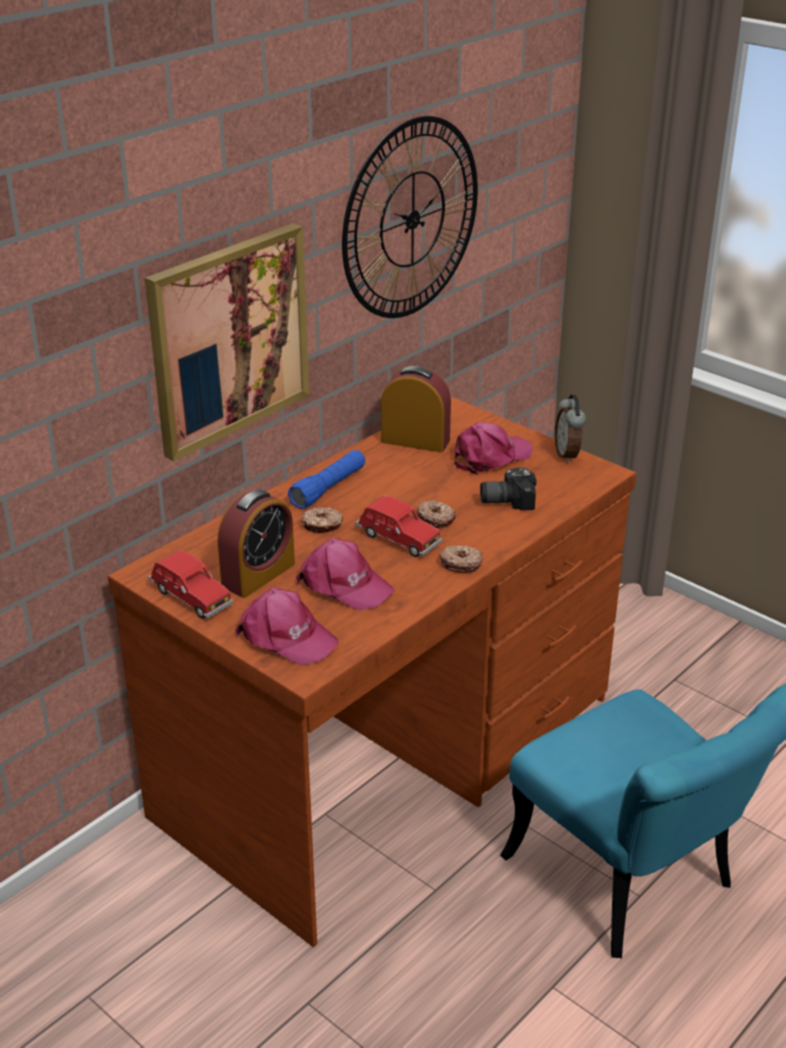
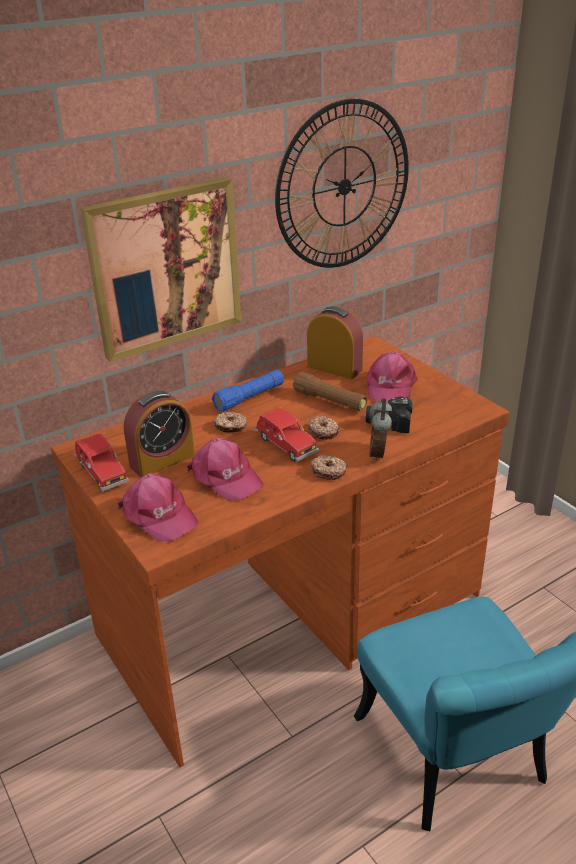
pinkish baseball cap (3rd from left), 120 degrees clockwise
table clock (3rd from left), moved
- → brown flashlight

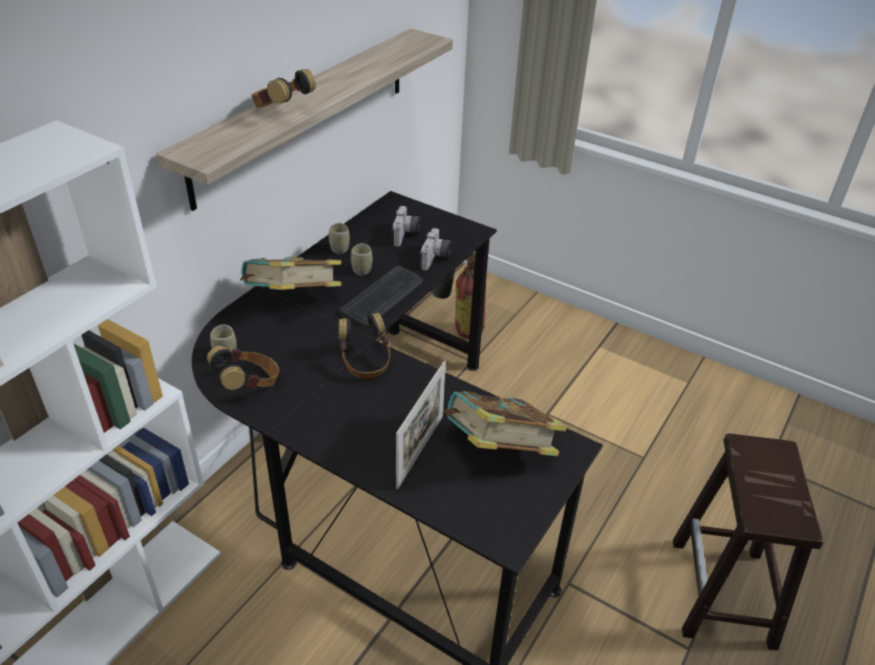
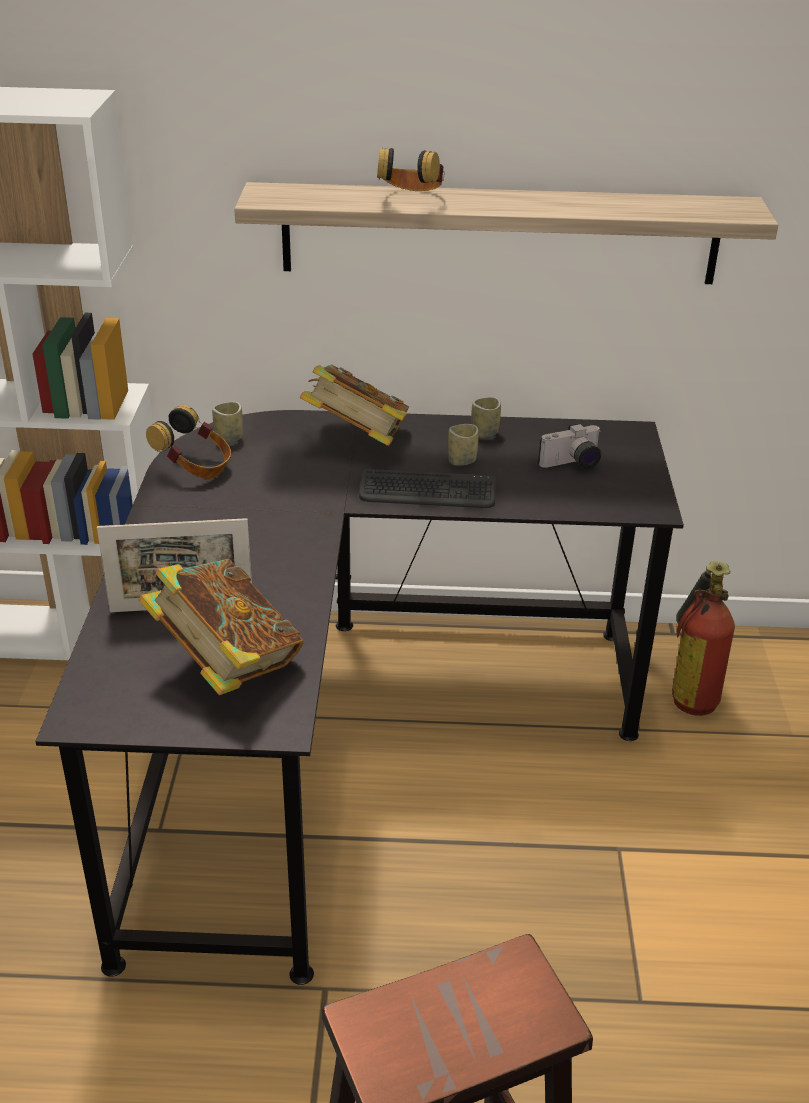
pair of headphones (3rd from left) → -
photo camera (2nd from left) → -

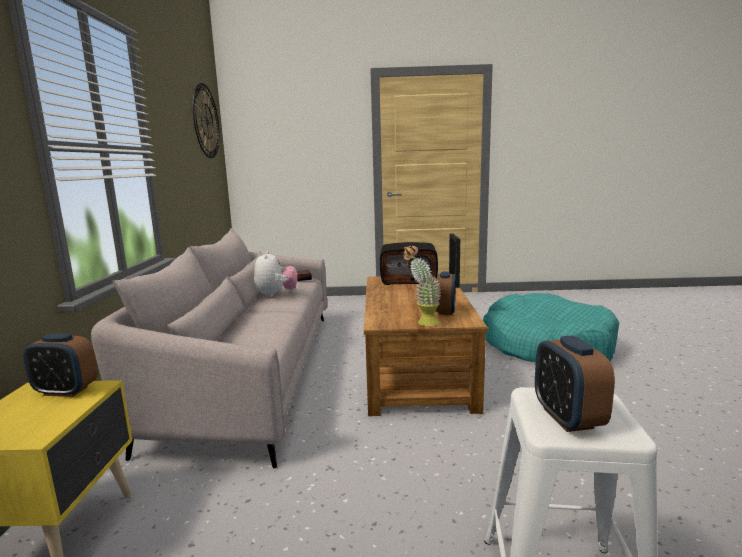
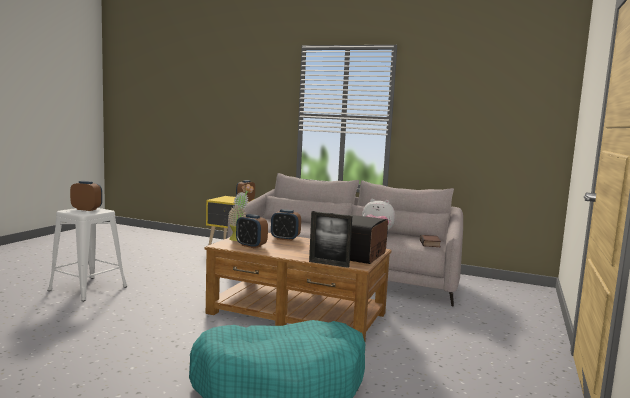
clock on the wall → -
- → table clock (4th from left)

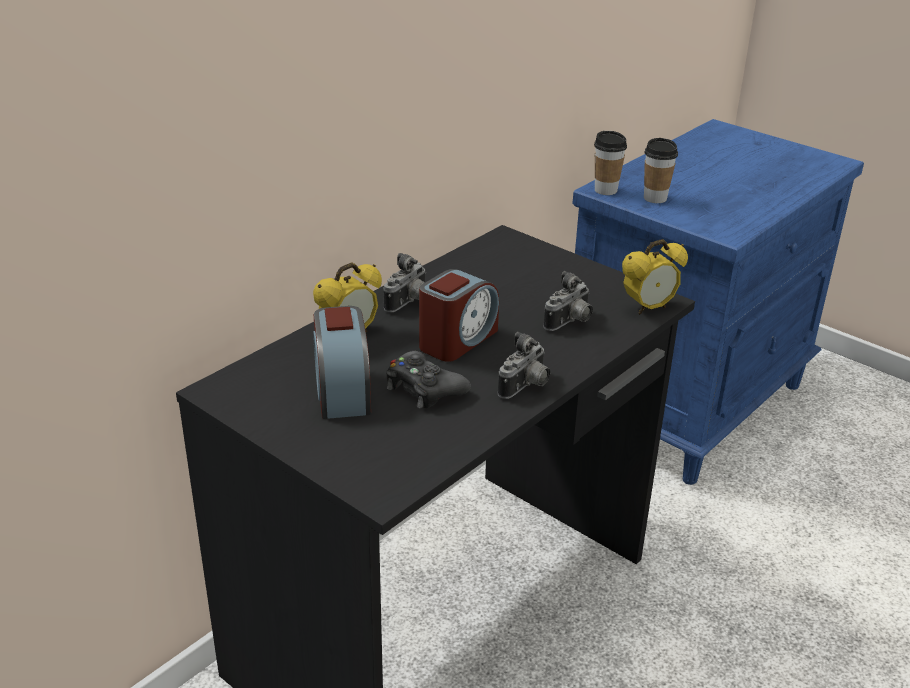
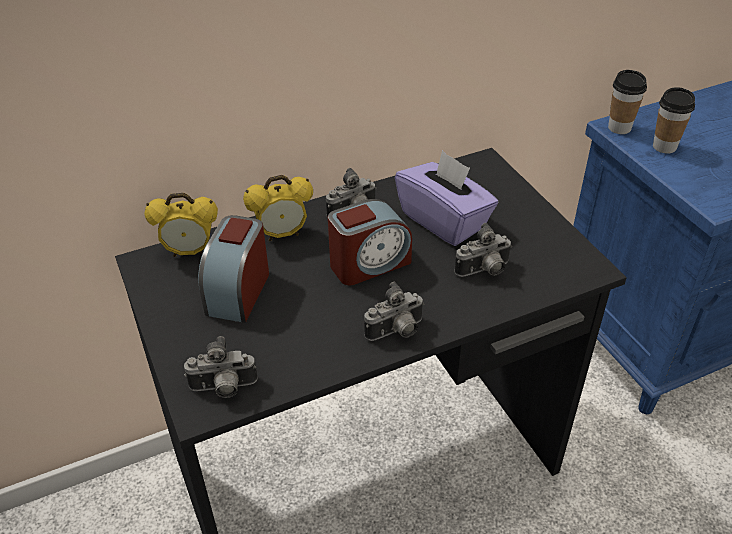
blackish game controller → -
table clock (4th from left in the first image) → table clock (1st from left), moved
- → photo camera (1st from left)
- → purple box of tissues

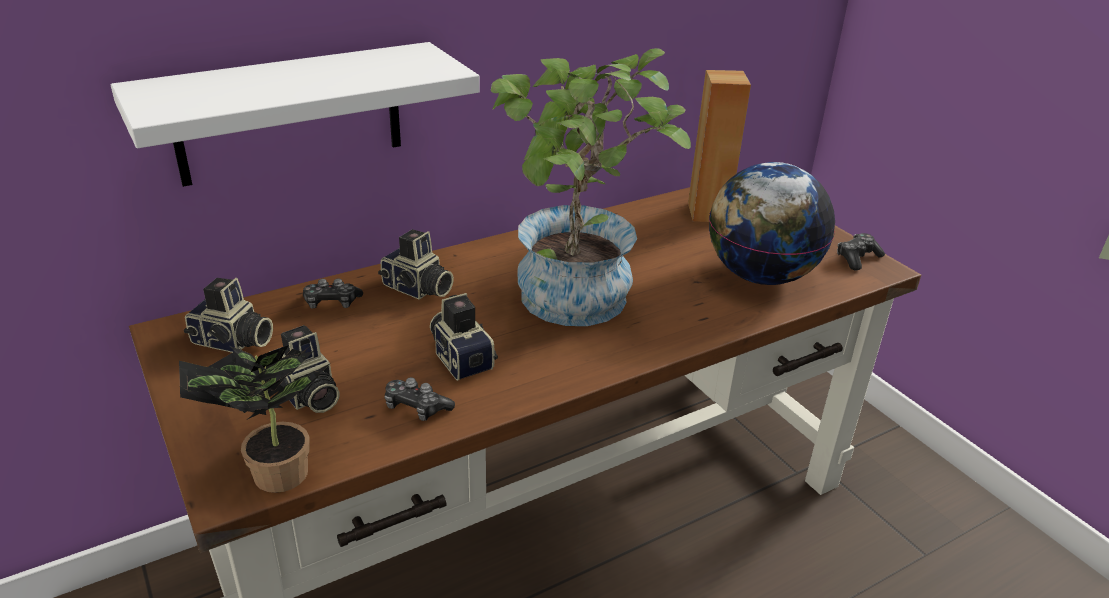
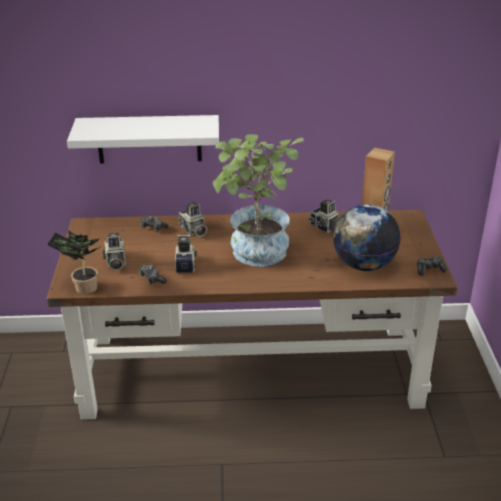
photo camera (1st from left in the first image) → photo camera (4th from left), moved

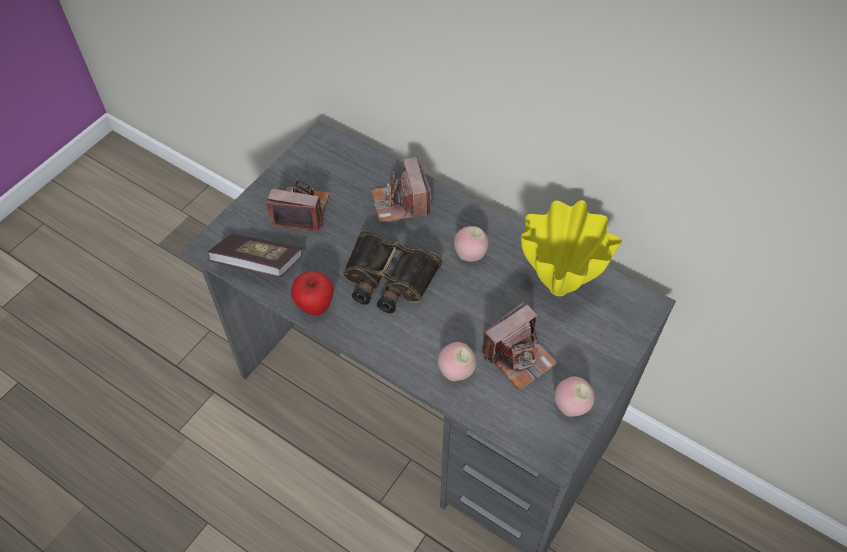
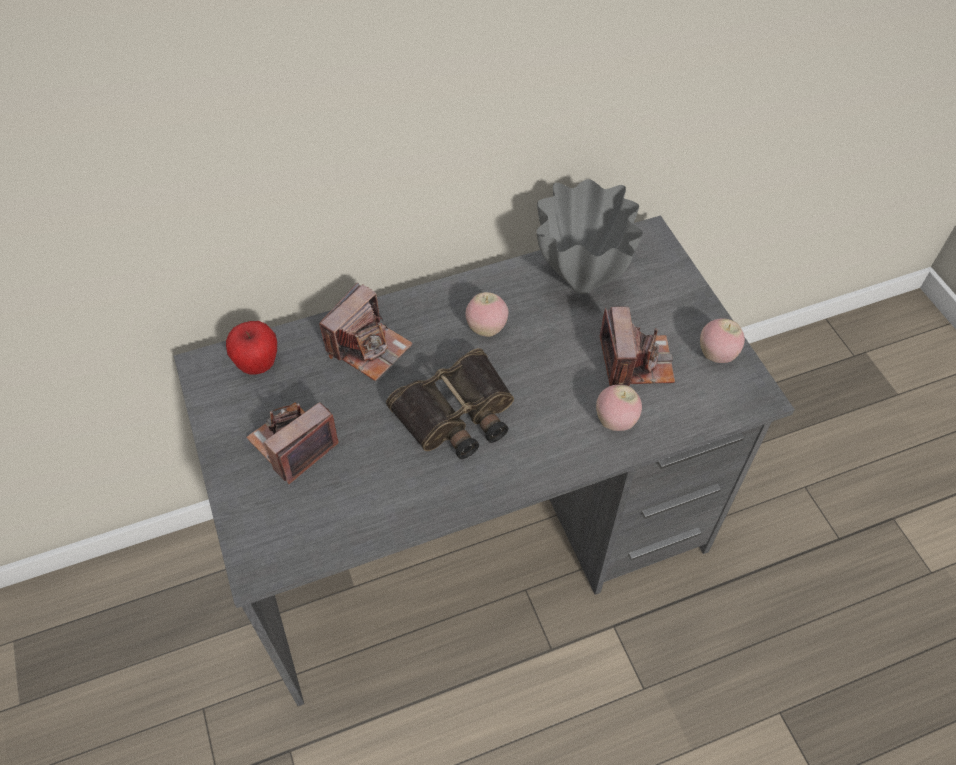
book → -
apple fruit (1st from left), moved
photo camera (2nd from left), 75 degrees counterclockwise
yellow-coloured flower vase → greyish flower vase

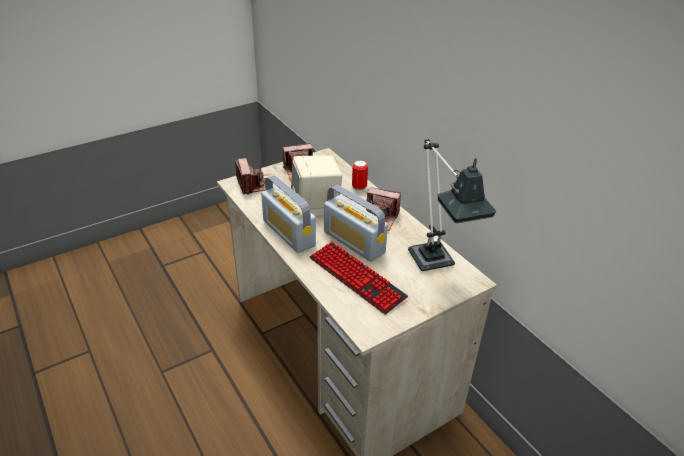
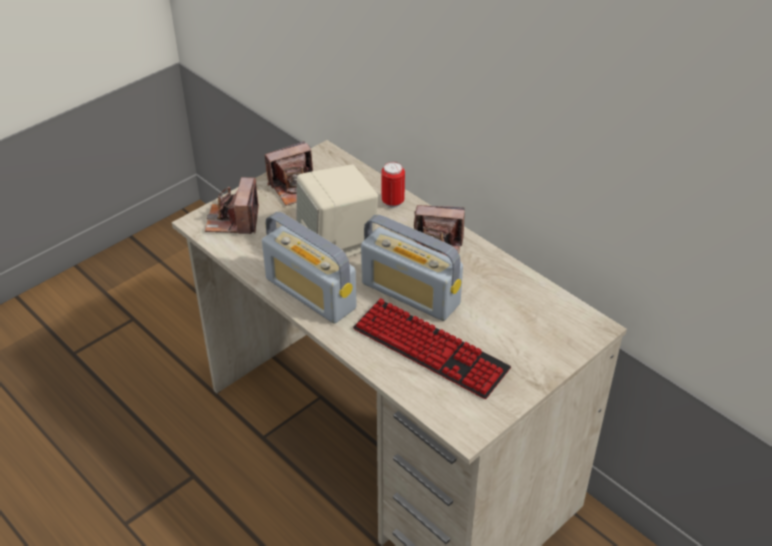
photo camera (1st from left), 150 degrees counterclockwise
lamp for a table → -

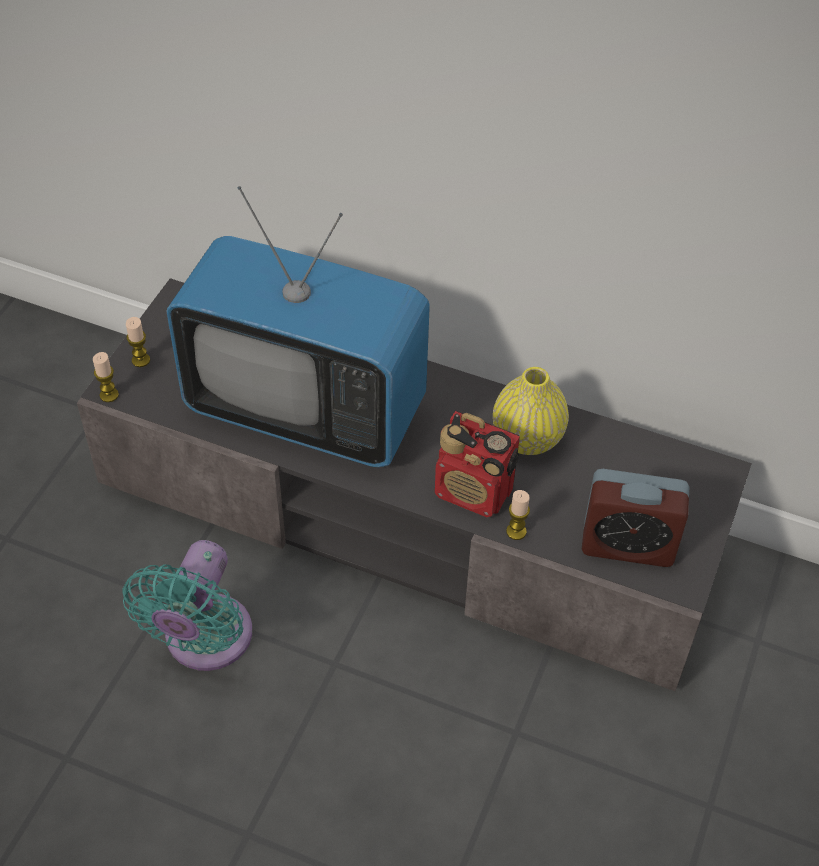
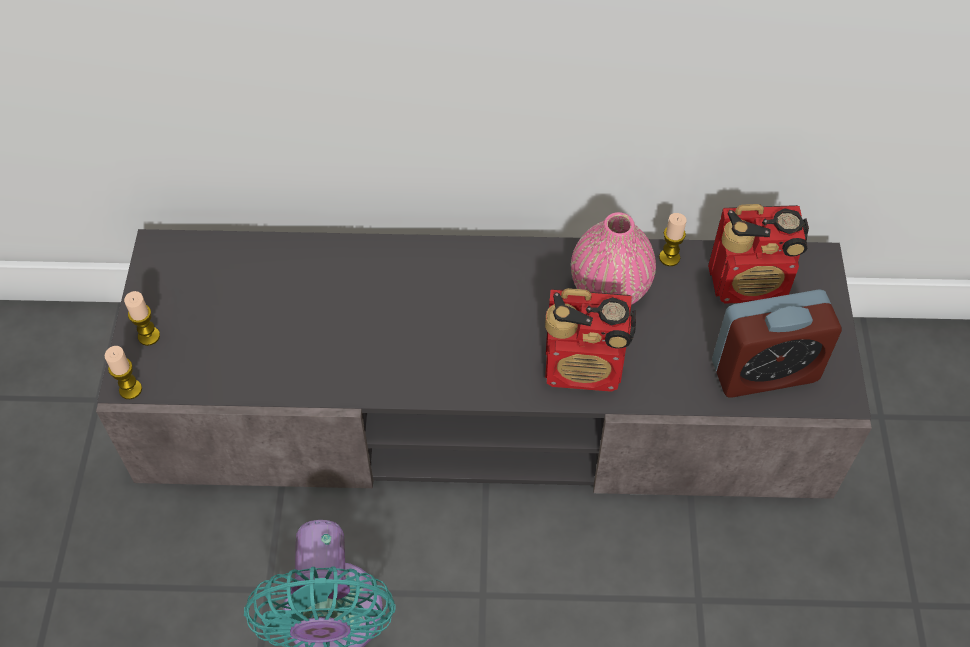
TV set → -
yellow-coloured flower vase → pinkish flower vase
wax candle (3rd from left), moved
- → radio receiver (2nd from left)

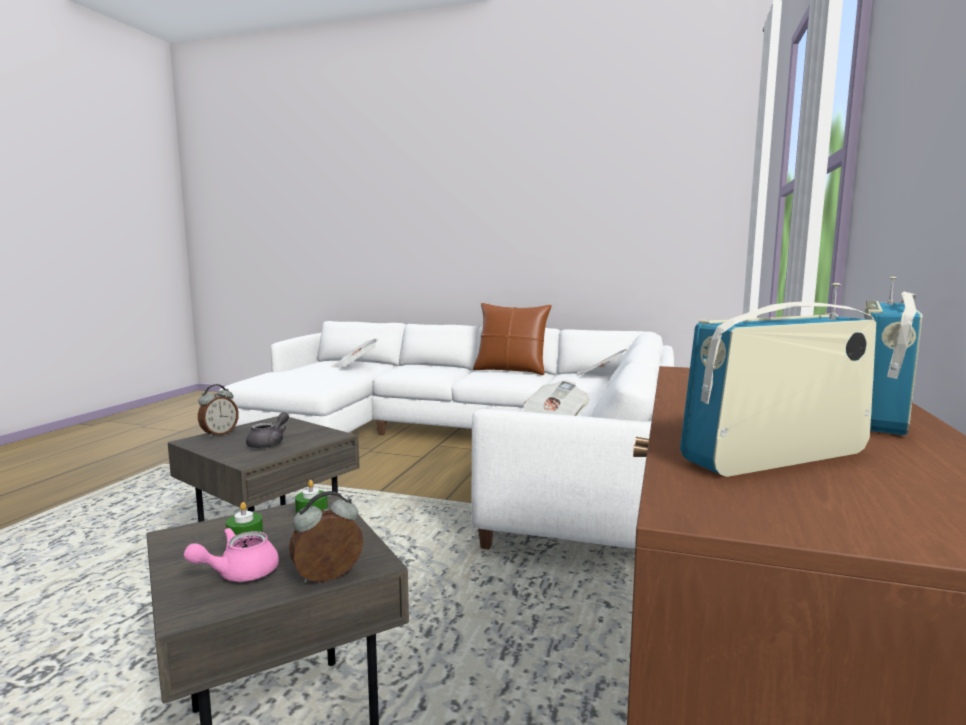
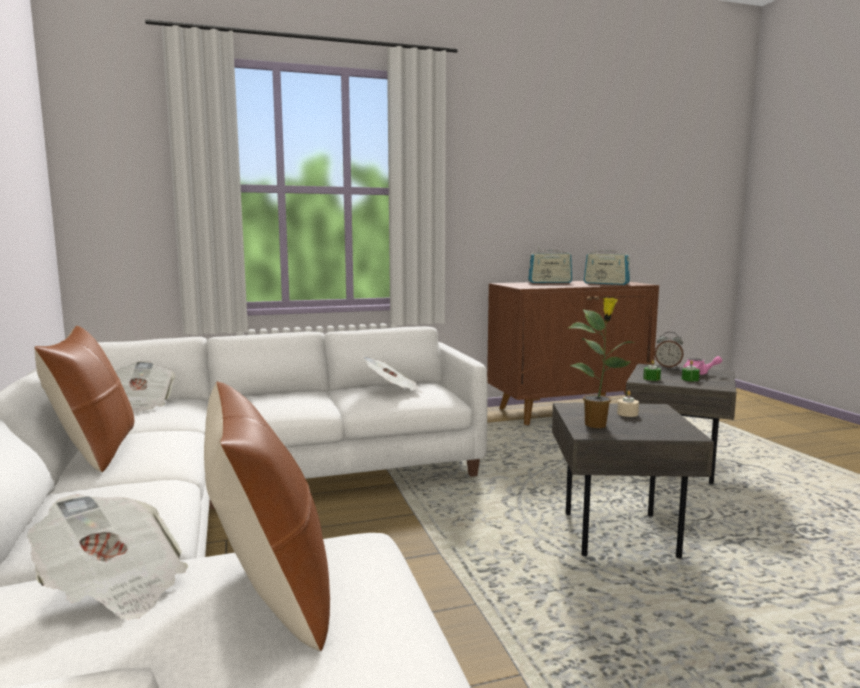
table clock (1st from left) → -
greyish pot for tea → beige wax candle
- → brown cushion (2nd from left)
- → potted plant

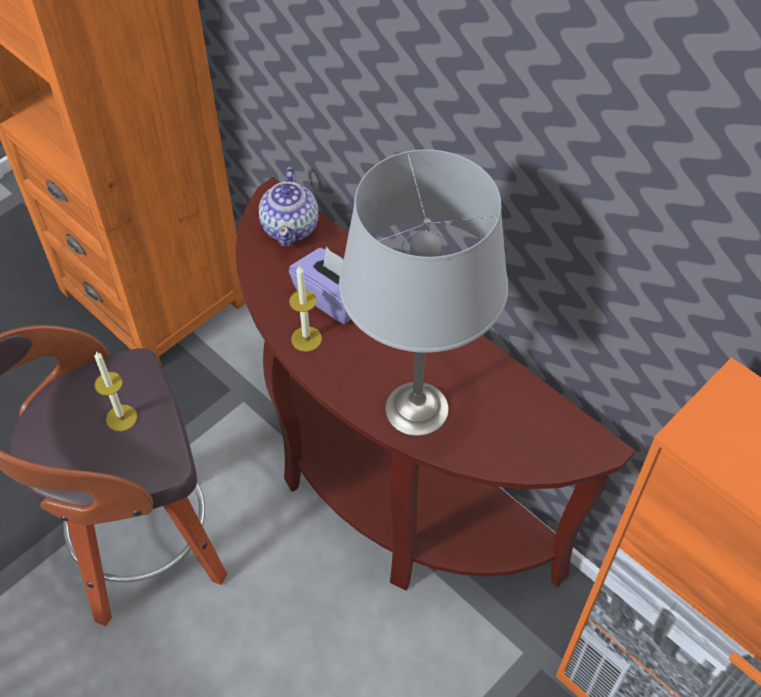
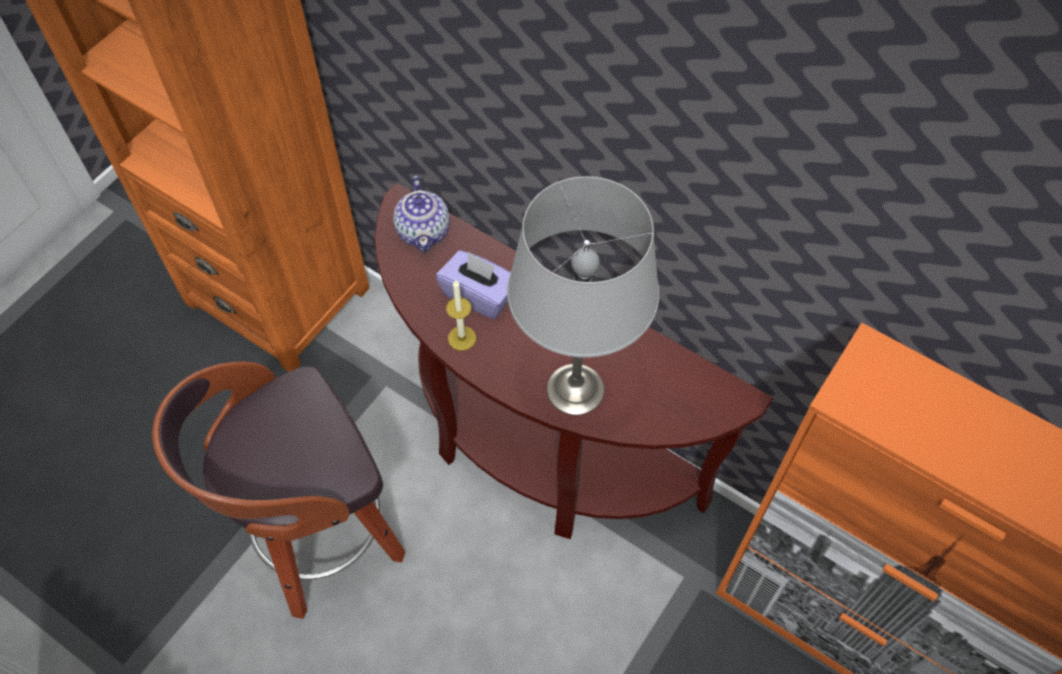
wax candle (1st from left) → -

